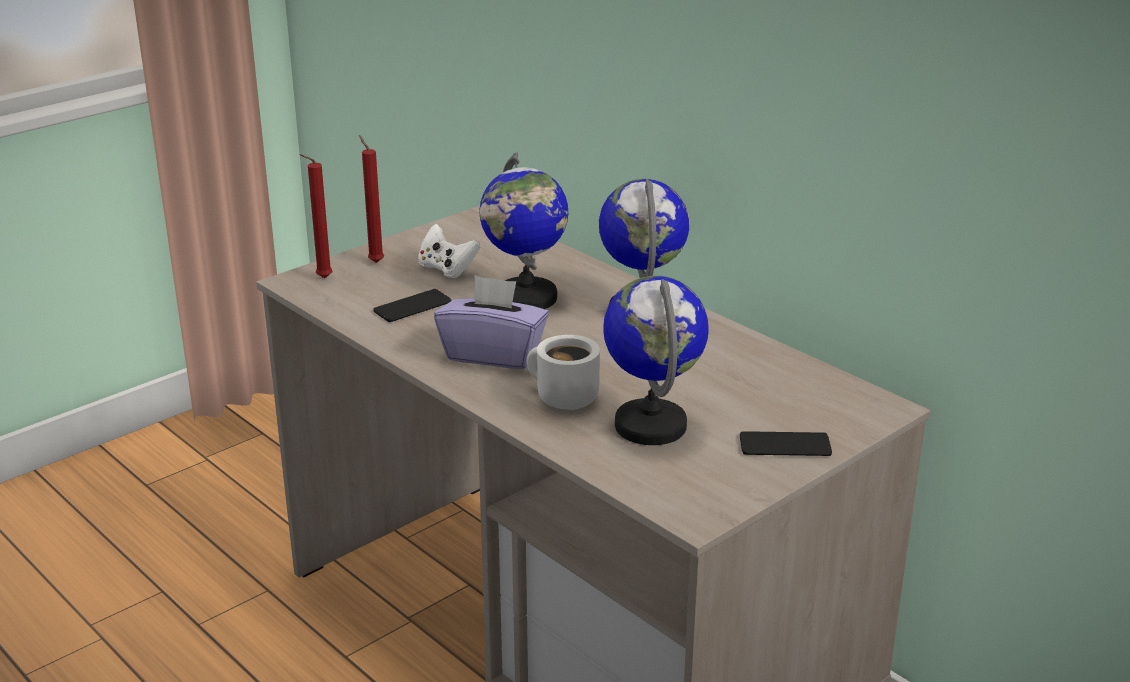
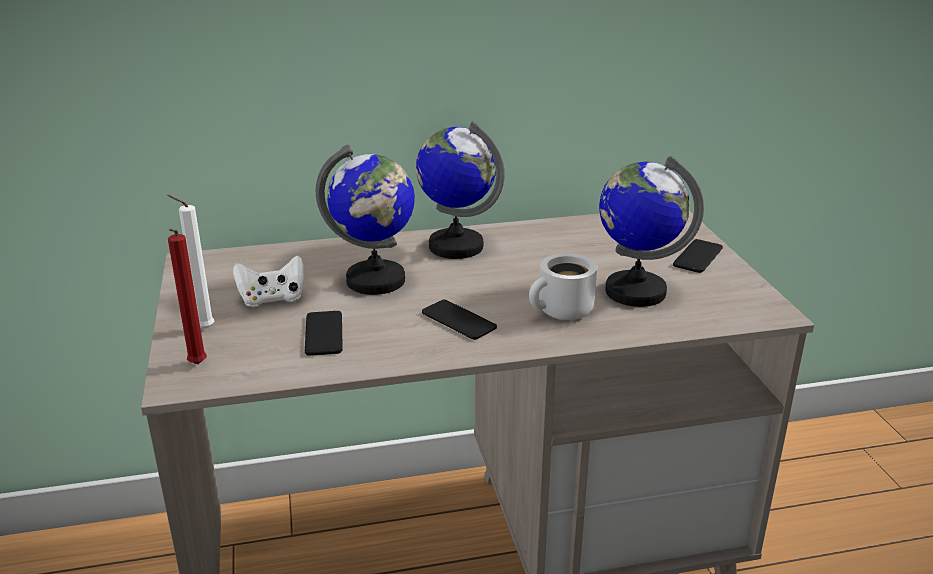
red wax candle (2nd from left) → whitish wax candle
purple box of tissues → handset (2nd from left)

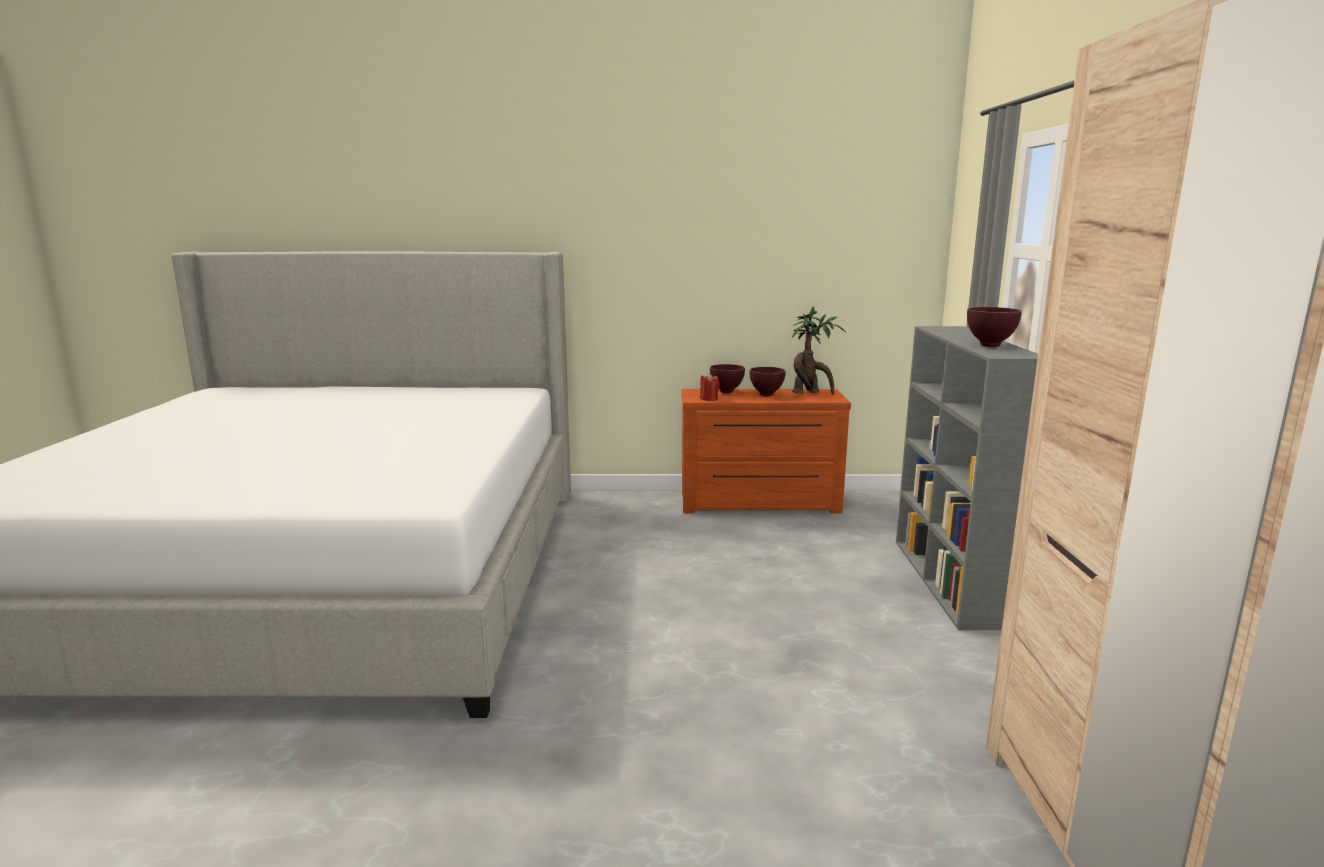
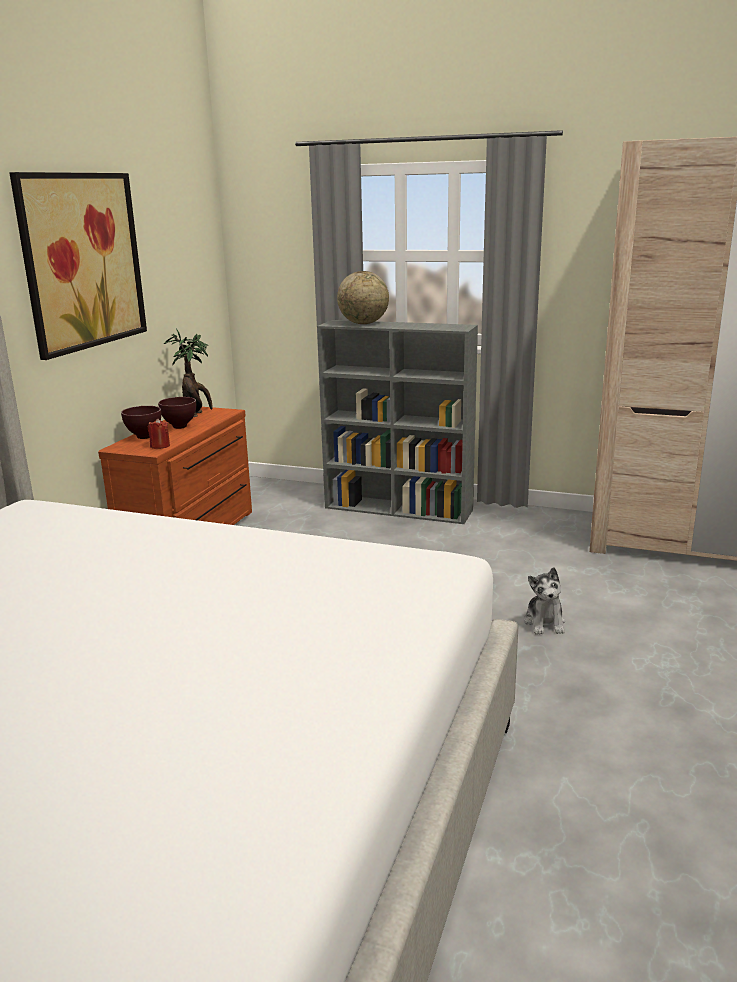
brown bowl (3rd from left) → -
- → wall art
- → globe
- → cuddly toy

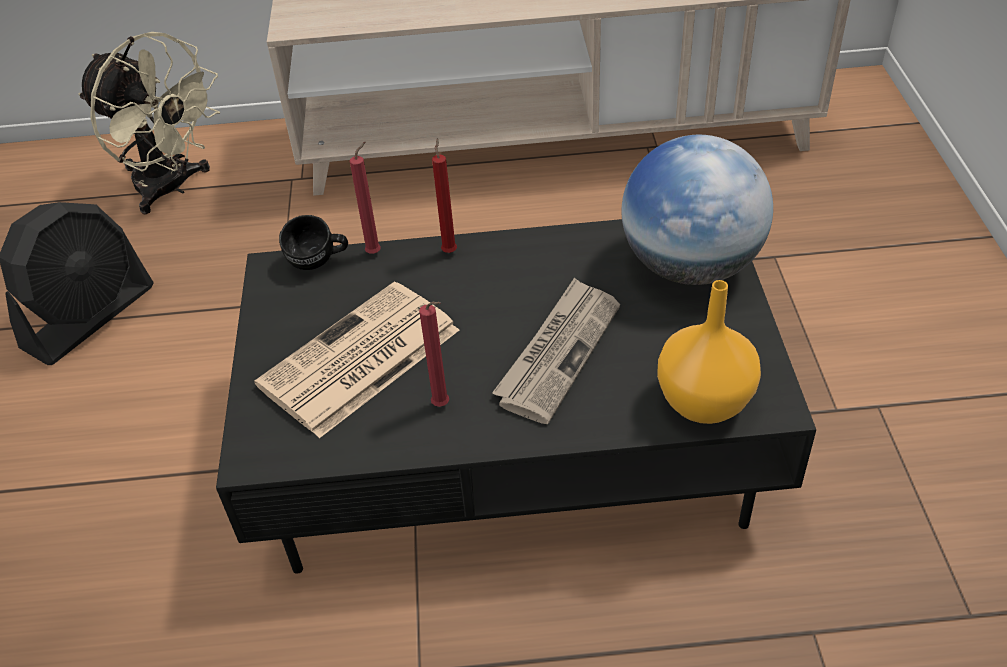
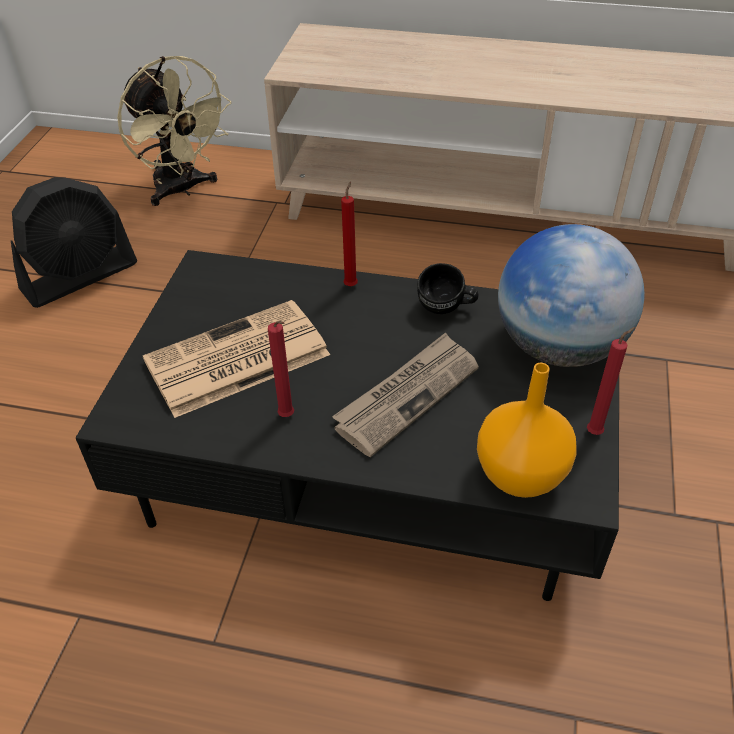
blackish tea mug, moved
red wax candle (1st from left in the first image) → red wax candle (3rd from left), moved

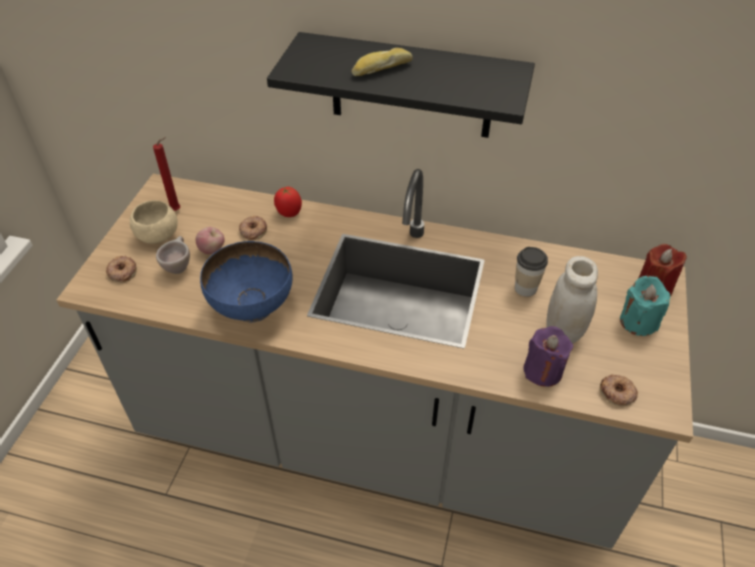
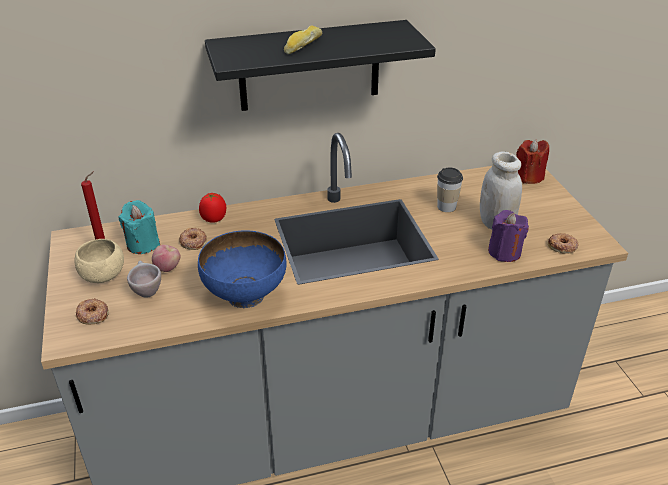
turquoise wax candle, moved

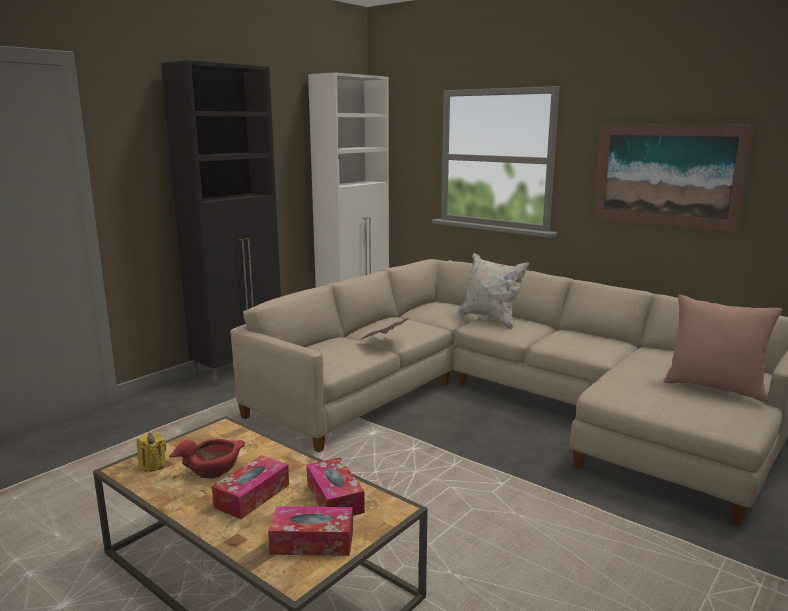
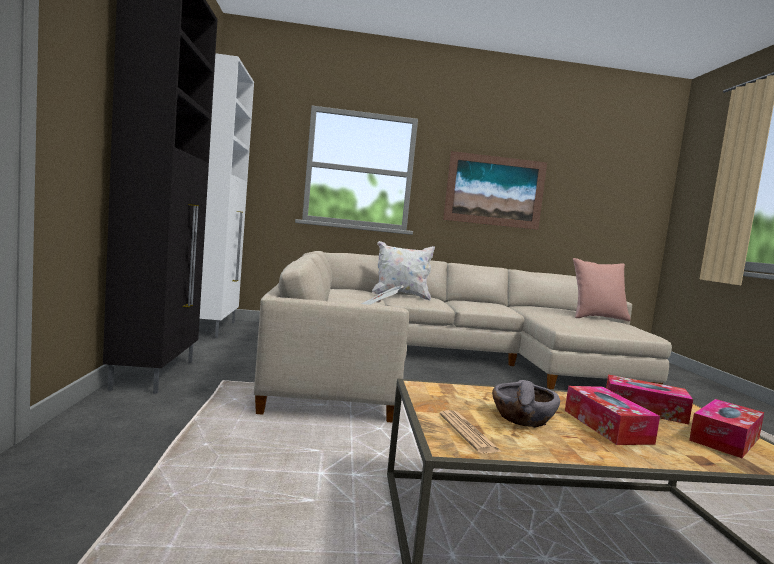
yellow-coloured wax candle → newspaper (2nd from left)
red bowl → greyish bowl

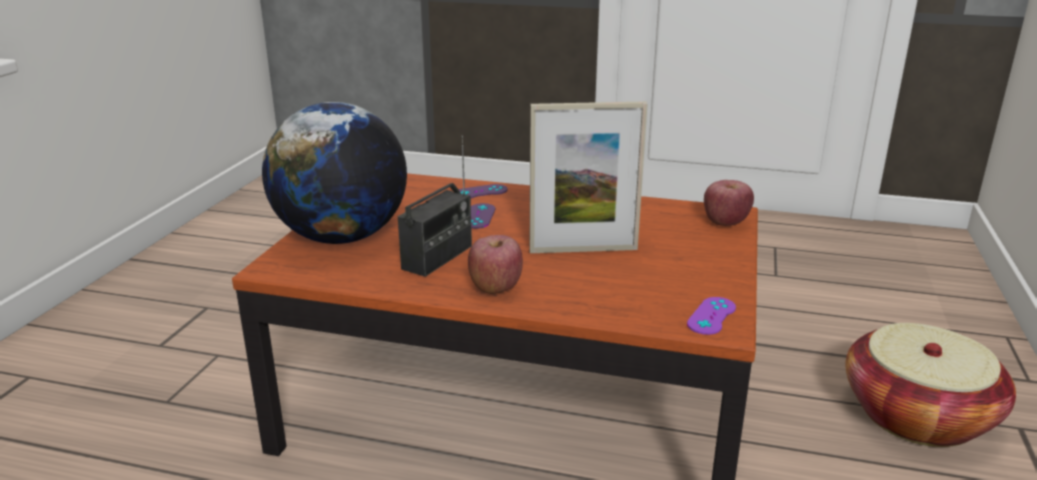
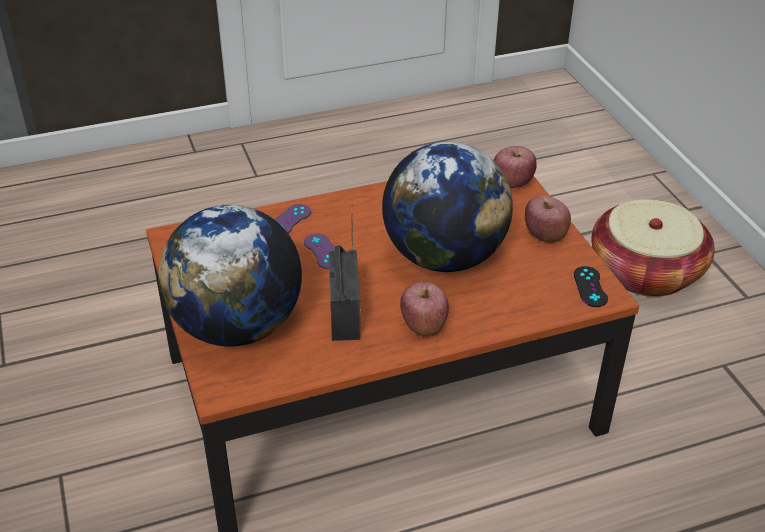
picture frame → globe (2nd from left)
purple game controller (3rd from left) → blackish game controller
- → apple fruit (3rd from left)

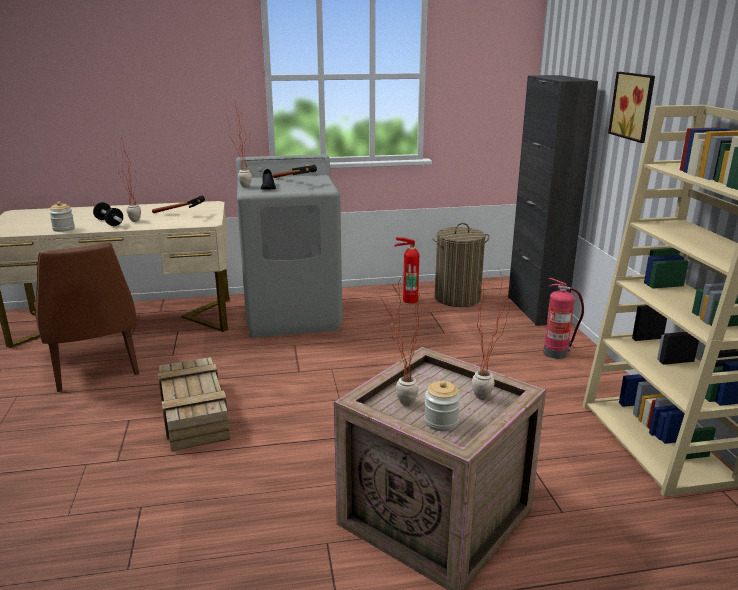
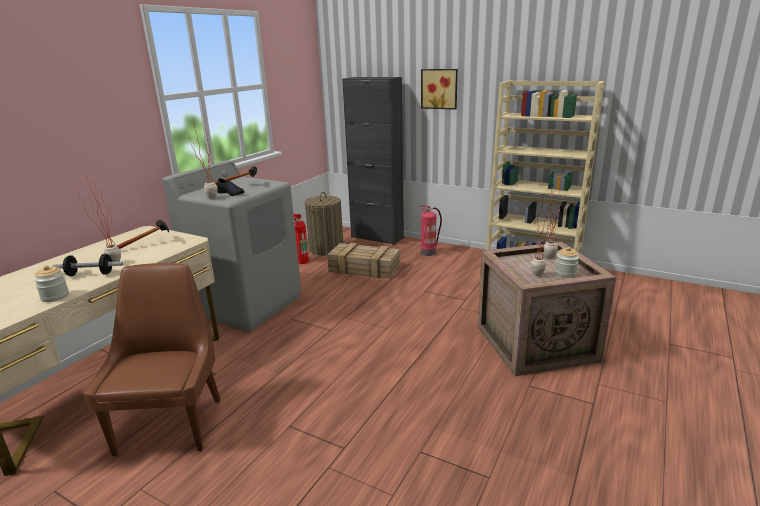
brown upright chair, 105 degrees counterclockwise
crate (1st from left), moved

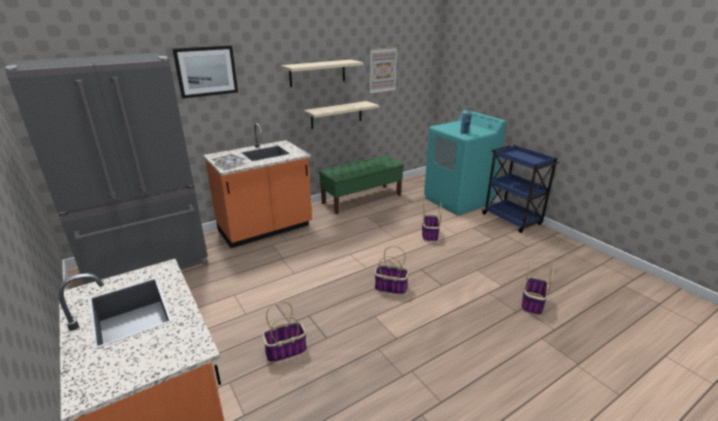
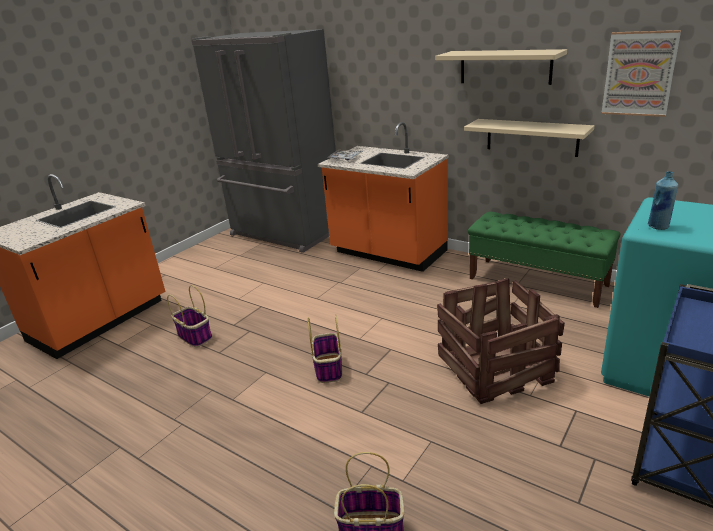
wall art (1st from left) → -
household basket (3rd from left) → crate

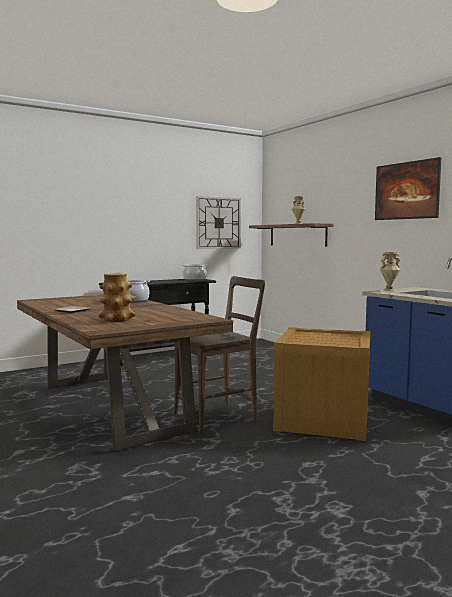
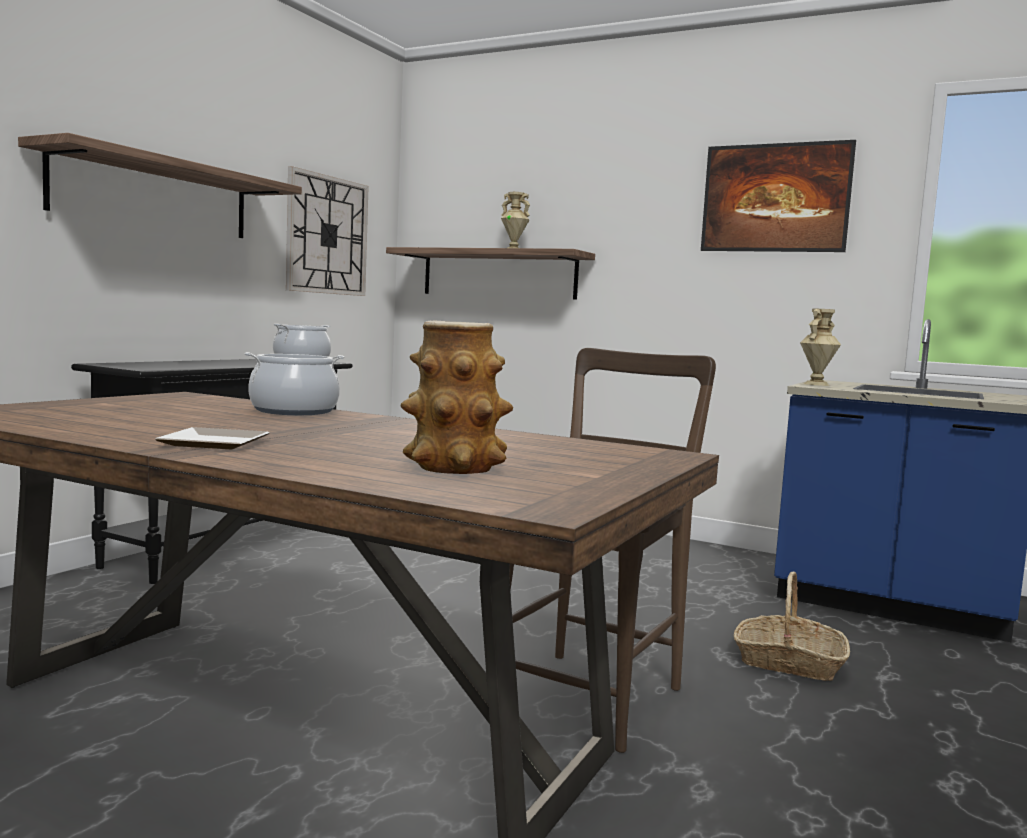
crate → household basket
- → wall shelf (1st from left)

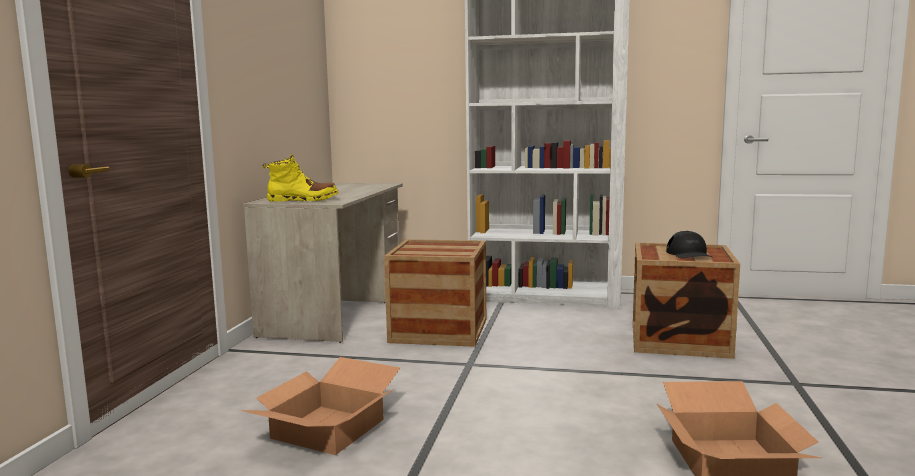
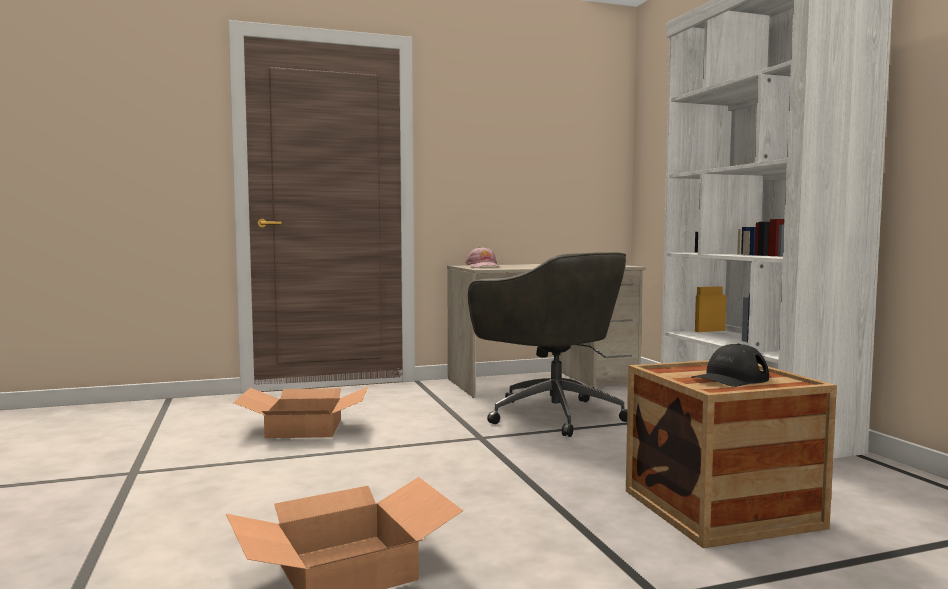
yellow-coloured tall boot → pinkish baseball cap
crate (1st from left) → greyish office chair

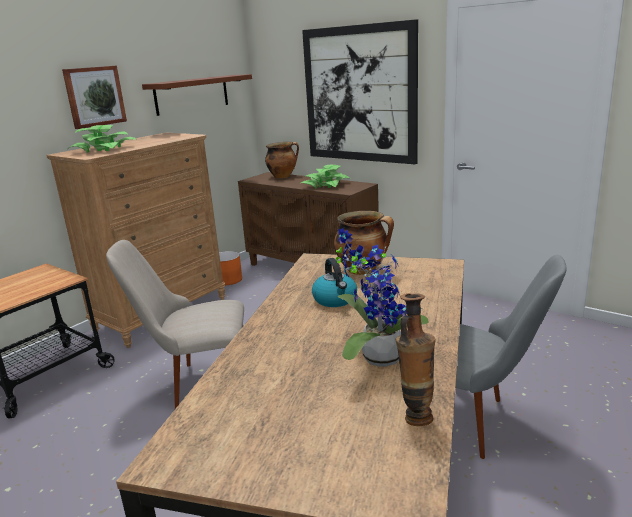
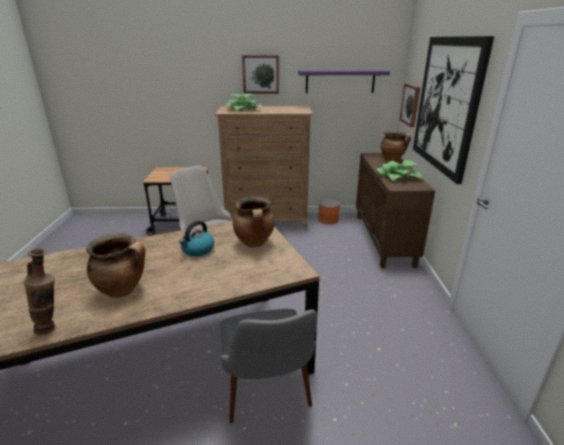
brown wall shelf → purple wall shelf
potted plant (3rd from left) → cooking pot (1st from left)
- → wall art (2nd from left)

